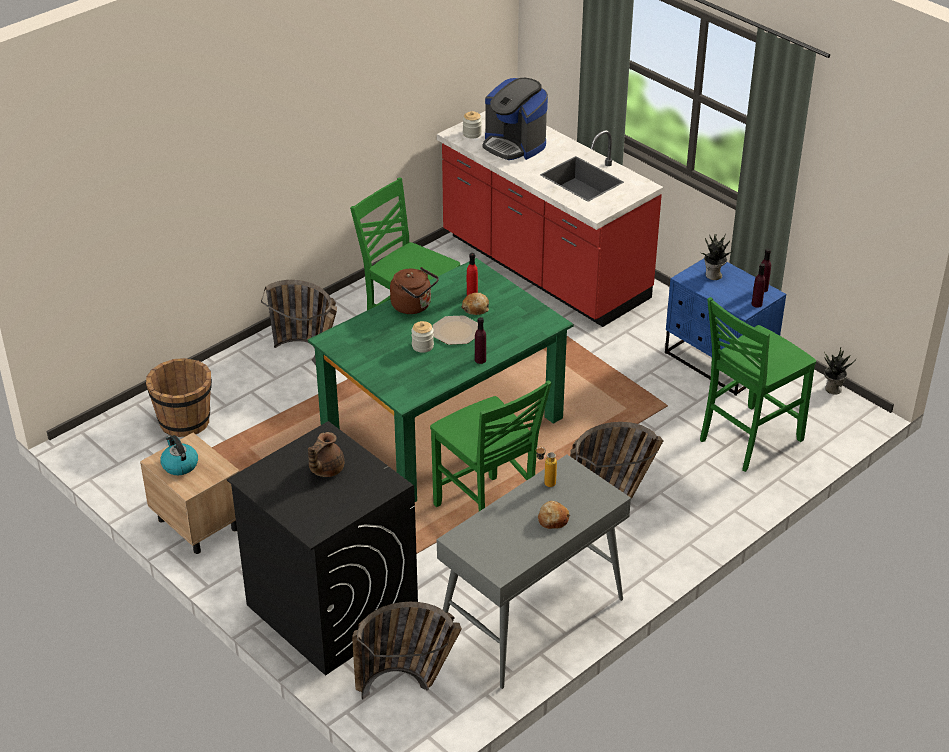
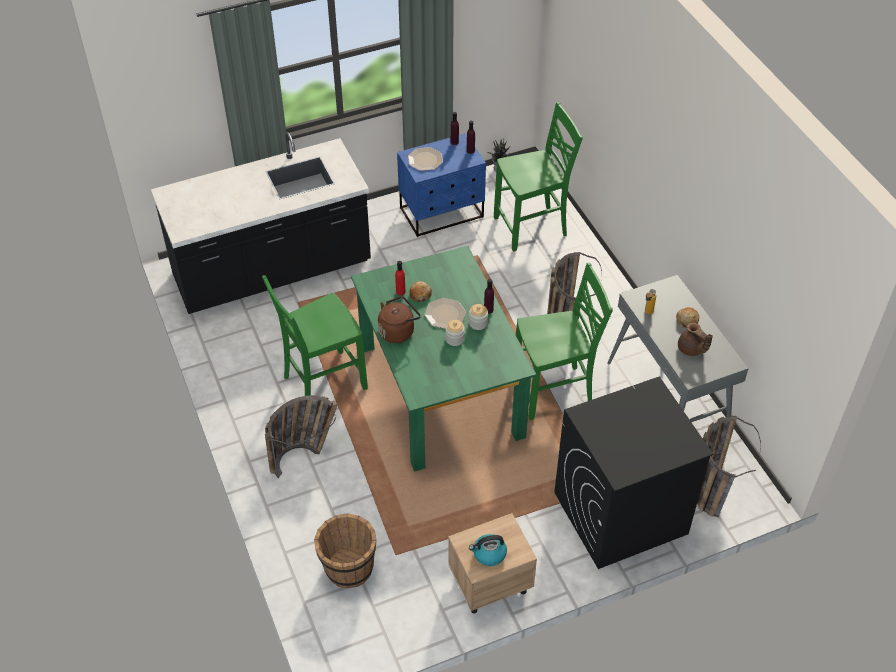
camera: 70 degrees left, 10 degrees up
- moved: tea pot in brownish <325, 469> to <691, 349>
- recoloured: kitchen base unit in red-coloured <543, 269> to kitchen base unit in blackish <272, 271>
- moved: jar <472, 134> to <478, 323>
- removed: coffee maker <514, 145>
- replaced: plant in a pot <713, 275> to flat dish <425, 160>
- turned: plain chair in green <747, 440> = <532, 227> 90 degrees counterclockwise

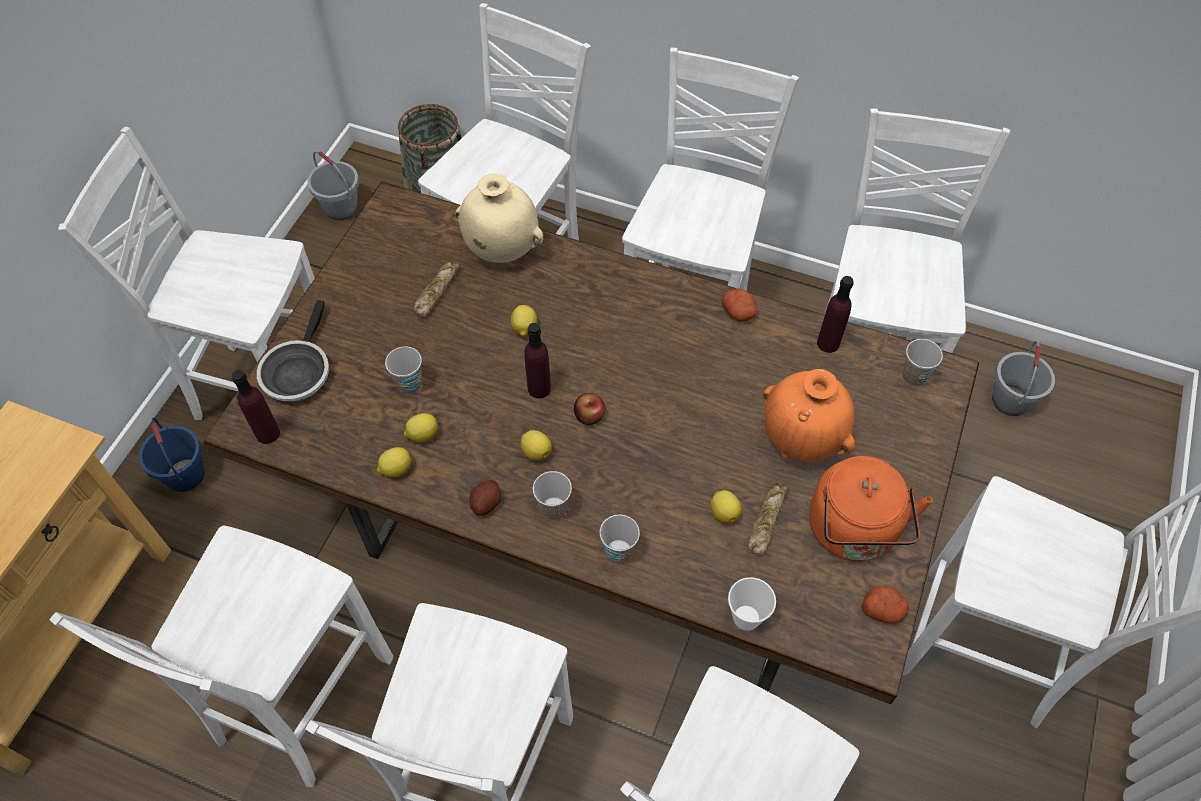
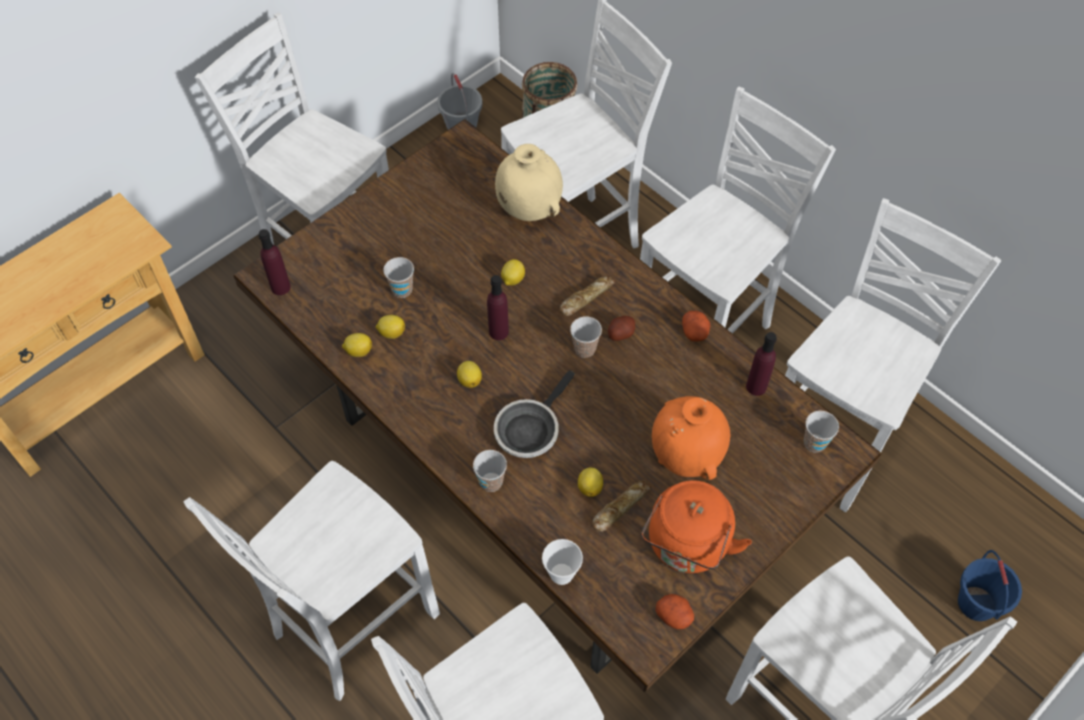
camera: 25 degrees right, 0 degrees up
- removed: plain chair in whitish <299, 701>
- moved: bucket in bluish <185, 475> to <977, 603>
- moved: pan <298, 372> to <529, 429>
- moved: bakery bread <436, 291> to <586, 297>
- moved: whole potato <486, 503> to <620, 333>
- moved: cup <553, 508> to <584, 349>
- removed: apple fruit <589, 415>
- removed: bucket in gray <1010, 401>

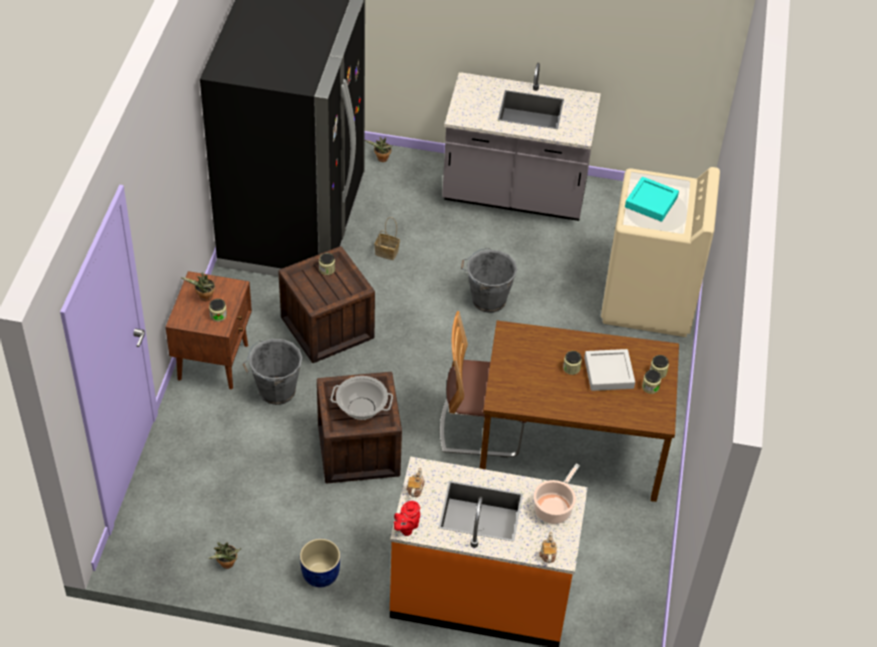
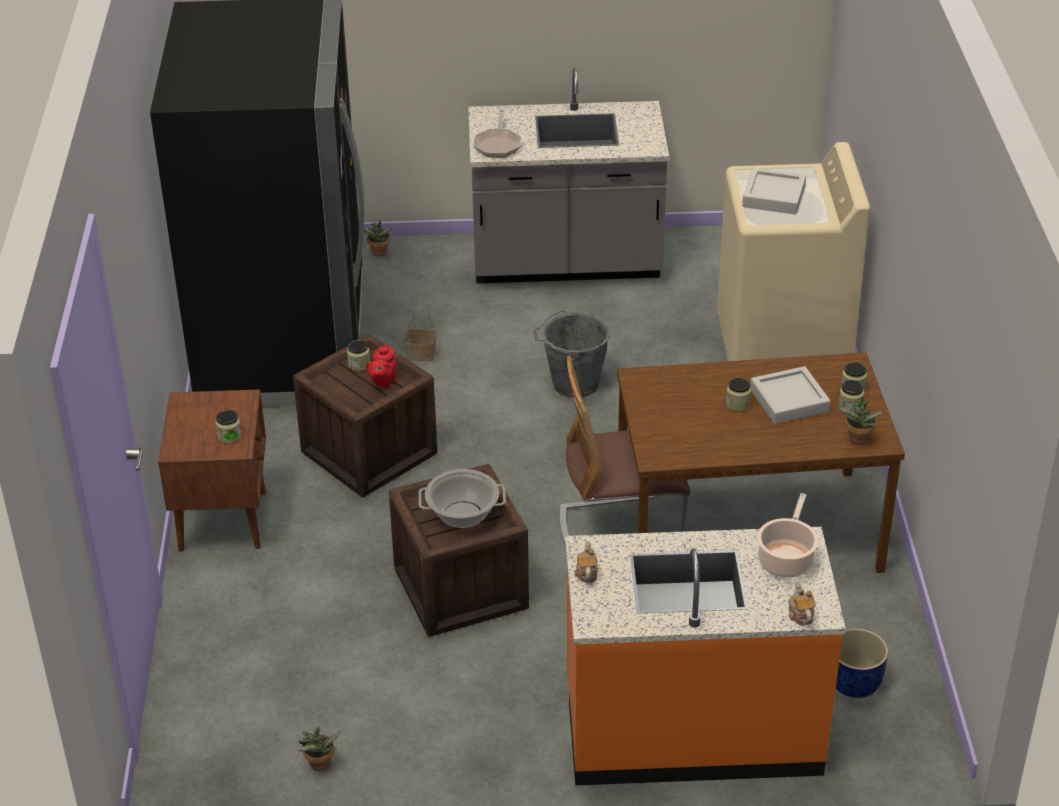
camera: 10 degrees left, 10 degrees down
- moved: plant in a pot <204, 298> to <857, 441>
- removed: bucket in gray <275, 391>
- moved: flower pot in bluish <320, 574> to <854, 683>
- moved: tea pot in red-coloured <406, 528> to <382, 382>
- recoloured: serving tray in turquoise-coloured <651, 202> to serving tray in gray <773, 196>
- added: pan <498, 144>

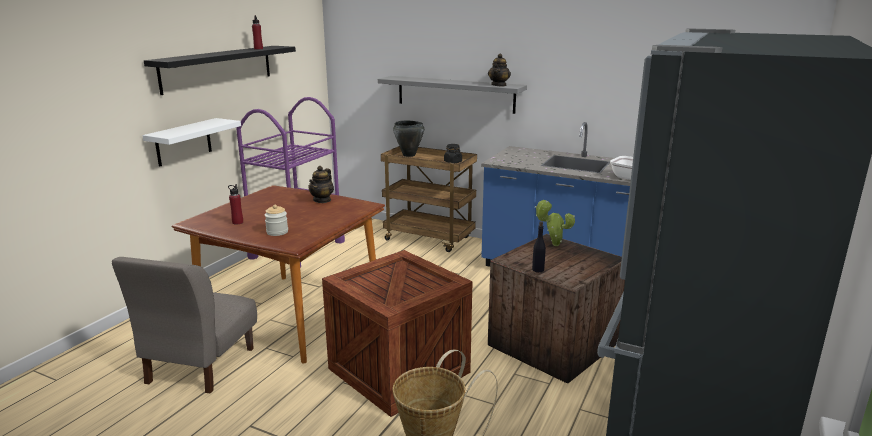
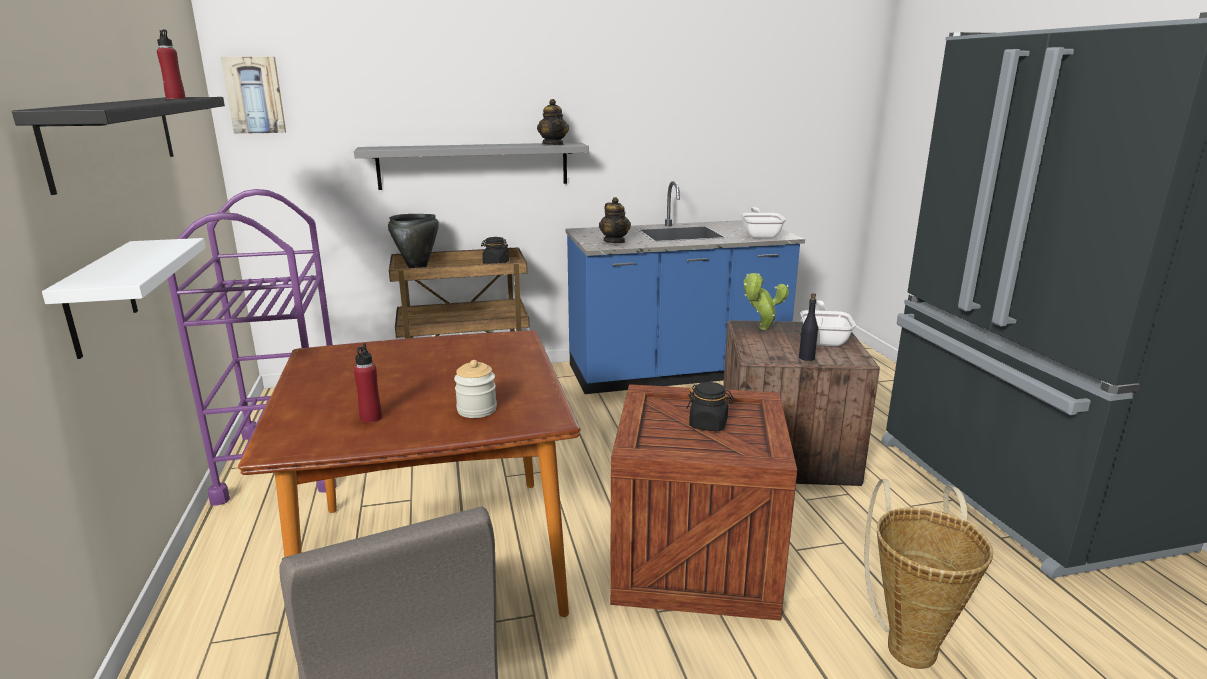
camera: 40 degrees left, 0 degrees up
- moved: tea pot <322, 200> to <615, 241>
- added: picture <255, 95>
- added: jar in blackish <708, 424>
- added: pan <824, 339>

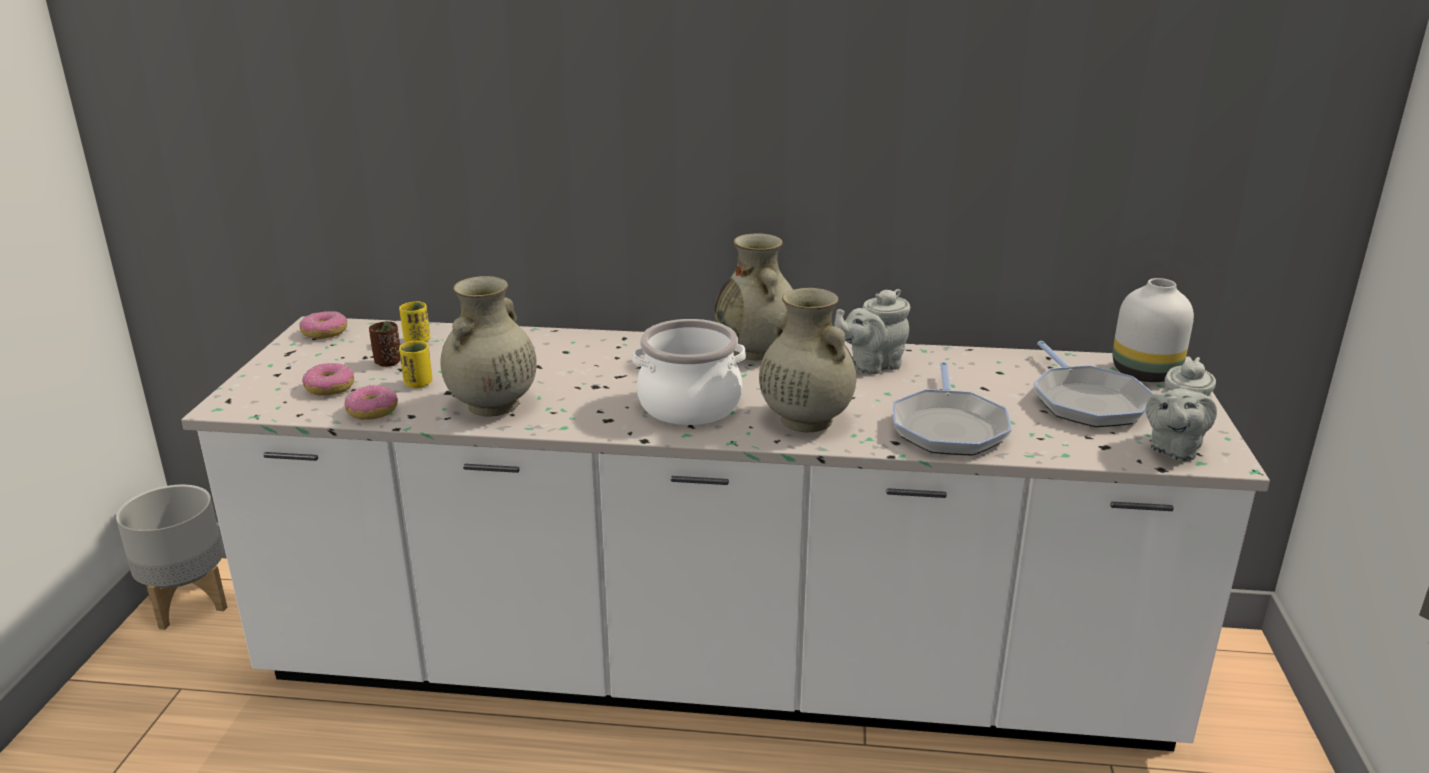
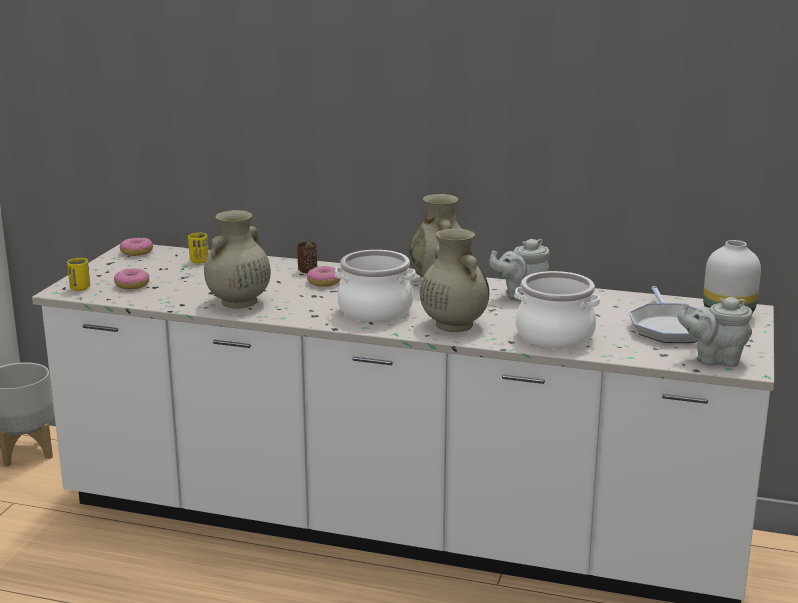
camera: 10 degrees right, 5 degrees down
- moved: ring doughnut <373, 411> to <324, 282>
- moved: cup in brownish <388, 362> to <307, 270>
- moved: cup in yellowish <418, 383> to <80, 288>
- replaced: pan <948, 427> to saucepot <555, 336>
- turned: tea pot in gray <1173, 449> = <714, 359> 60 degrees clockwise

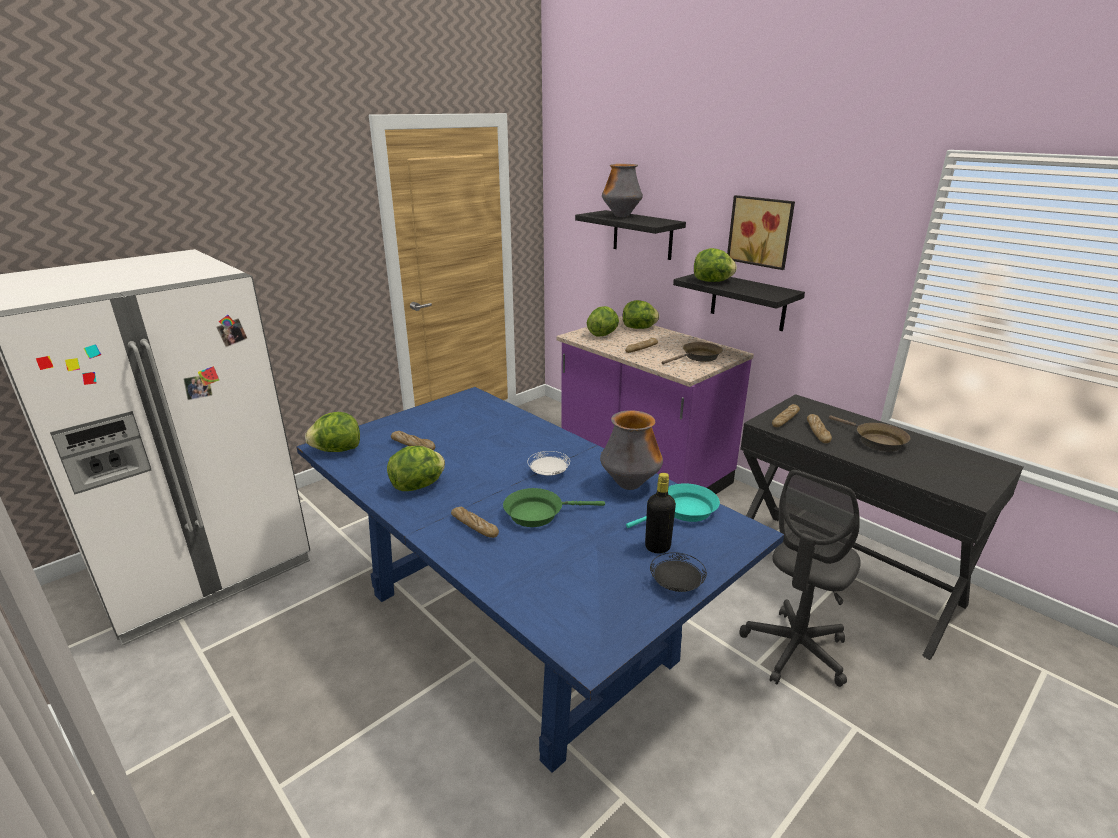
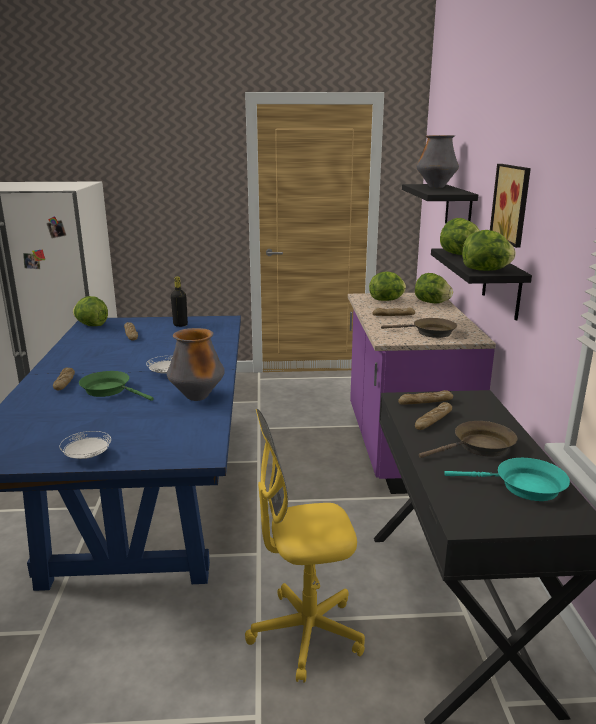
camera: 40 degrees right, 5 degrees down
- moved: lettuce <418, 486> to <486, 270>
- moved: pan in turquoise-coloured <684, 511> to <523, 486>
- moved: beverage bottle in blackish <657, 547> to <180, 325>
- recoloured: flat dish in blackish <676, 584> to flat dish in whitish <87, 456>
- recoloured: office chair in gray <795, 650> to office chair in yellowish <306, 634>
- turned: pan in brownish <876, 440> = <479, 447> 120 degrees counterclockwise

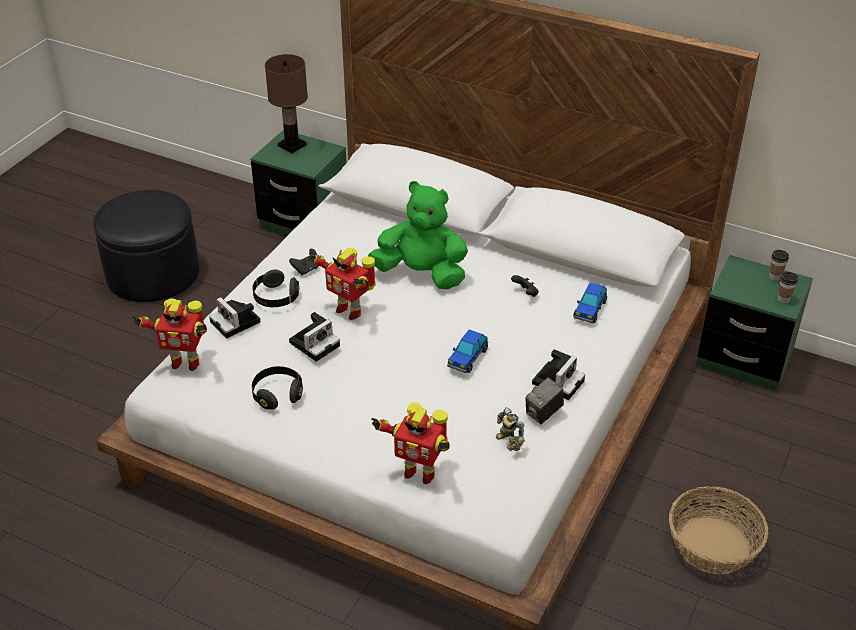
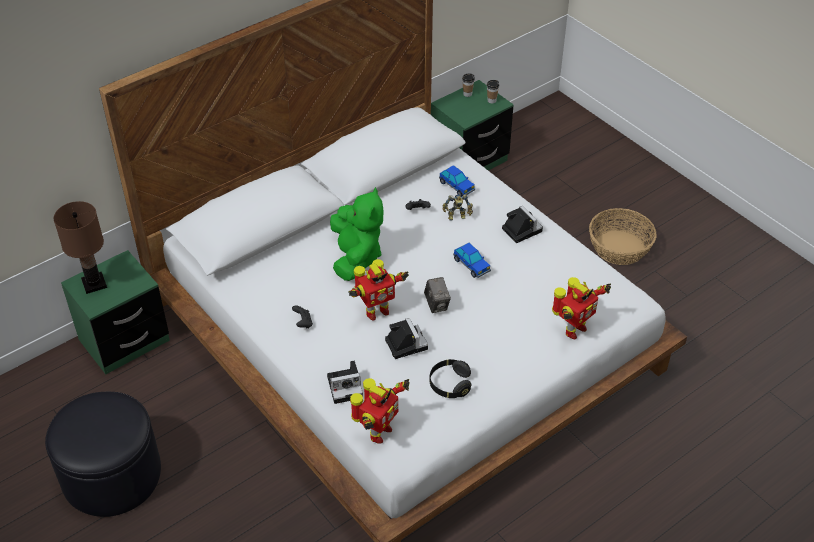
camera: 65 degrees left, 5 degrees up
- removed: headphones in blackish <275, 298>
- turned: plush toy in green <421, 274> = <356, 257> 135 degrees clockwise
- moved: toy robot <507, 442> to <457, 217>
- moved: photo camera <543, 413> to <437, 304>

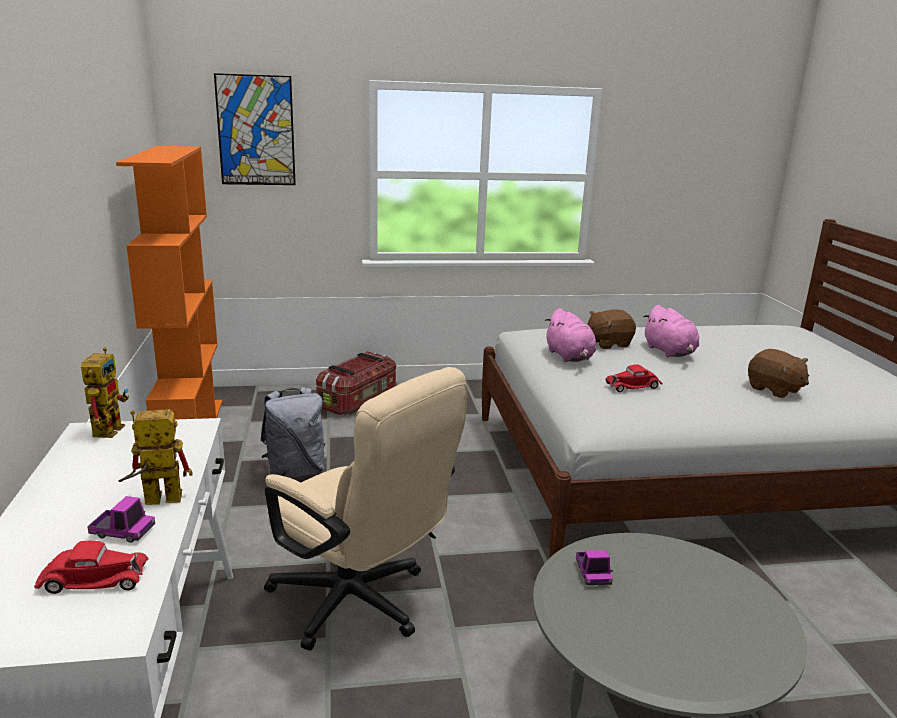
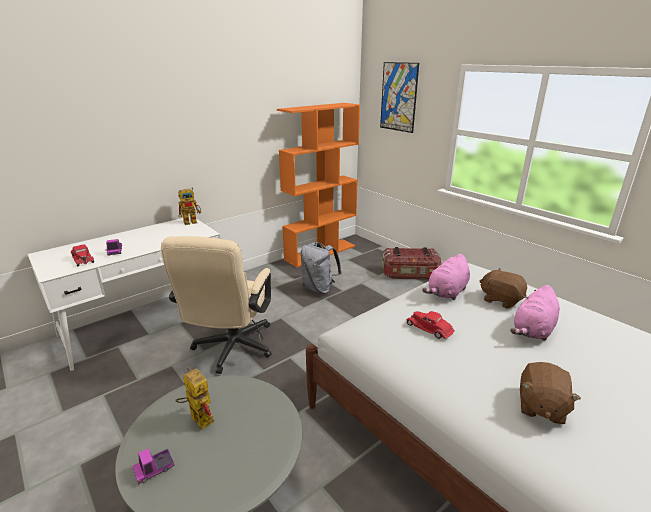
camera: 60 degrees right, 5 degrees up
- moved: toy robot <154, 501> to <197, 418>
- moved: toy lorry <592, 573> to <154, 469>

